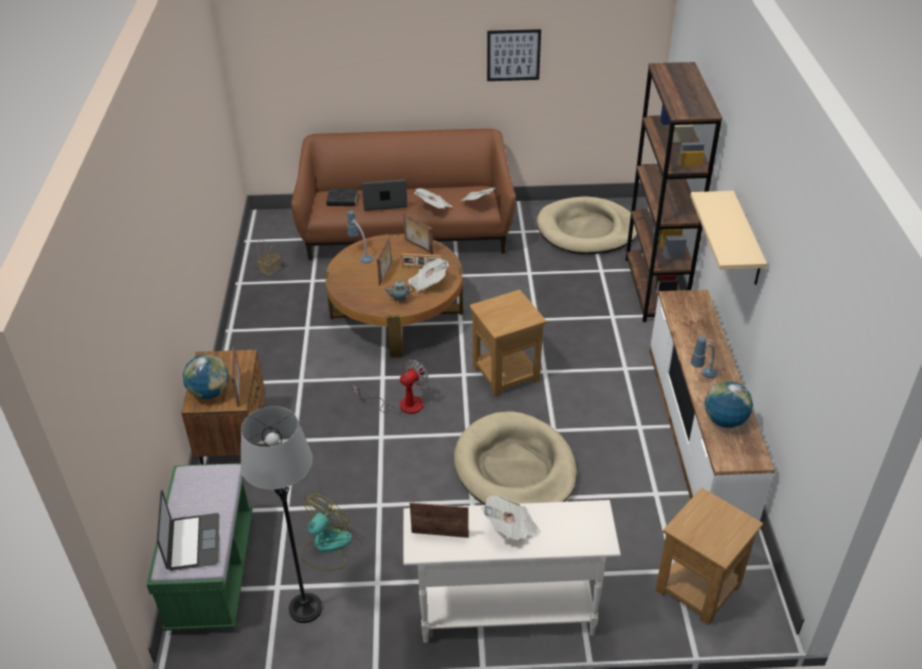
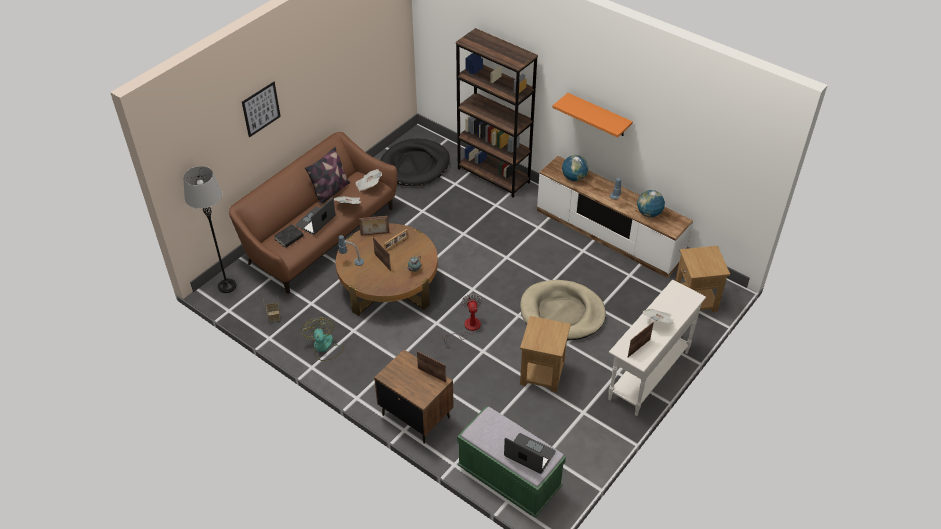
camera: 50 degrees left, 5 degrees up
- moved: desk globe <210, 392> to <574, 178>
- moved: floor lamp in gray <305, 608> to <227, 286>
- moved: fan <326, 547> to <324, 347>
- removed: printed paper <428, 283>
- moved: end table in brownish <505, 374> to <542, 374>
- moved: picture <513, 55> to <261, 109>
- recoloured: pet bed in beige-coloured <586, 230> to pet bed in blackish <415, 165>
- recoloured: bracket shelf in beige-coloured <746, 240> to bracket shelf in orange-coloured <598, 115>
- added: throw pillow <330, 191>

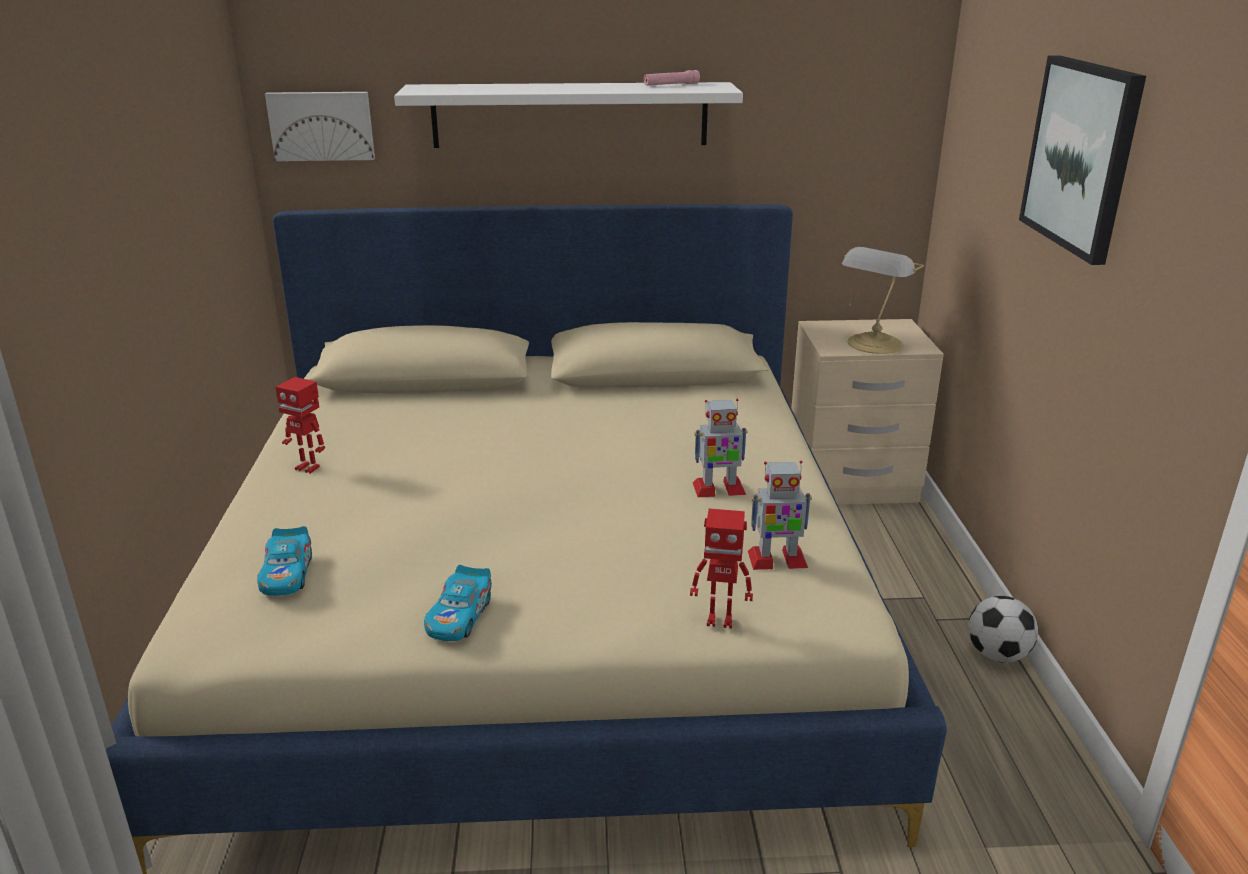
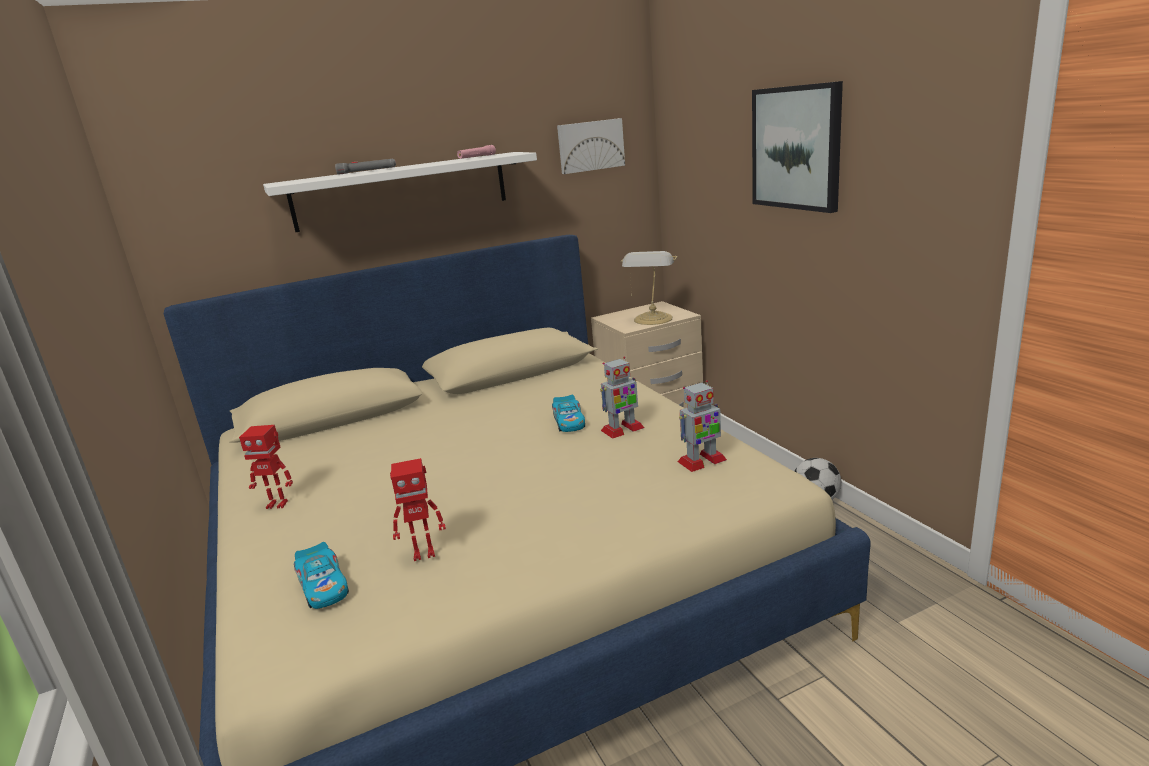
camera: 20 degrees left, 5 degrees down
- moved: picture <322, 125> to <590, 146>
- moved: model car <459, 616> to <569, 422>
- moved: toy robot <720, 620> to <424, 553>
- added: hand torch in gray <367, 171>

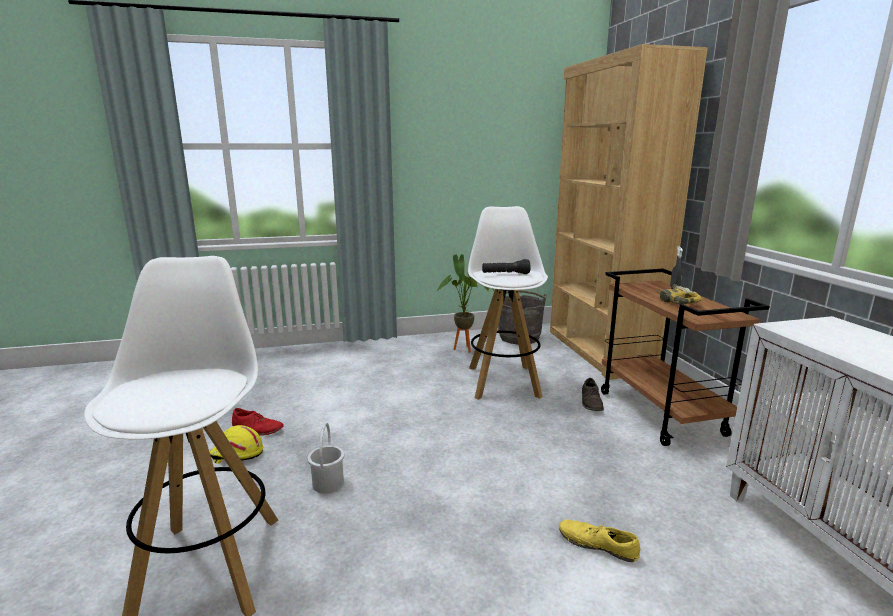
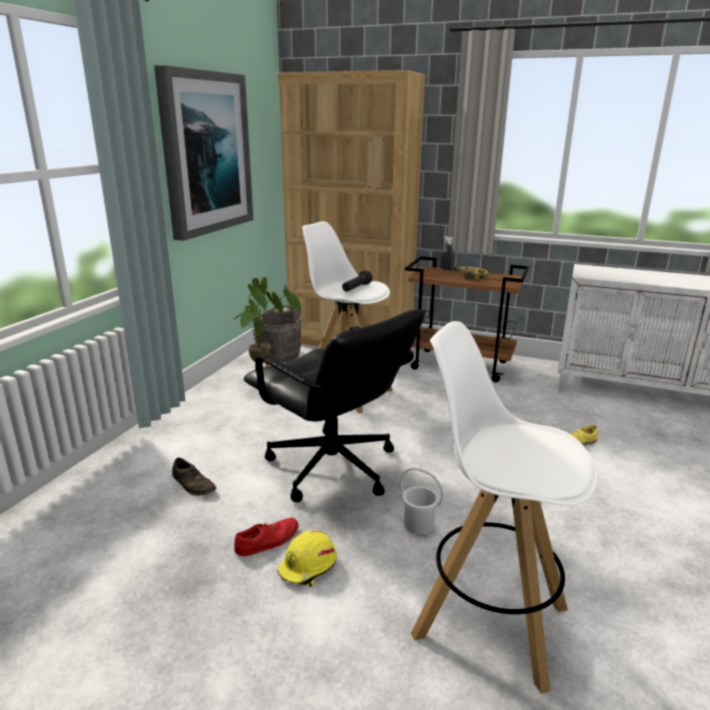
camera: 55 degrees left, 5 degrees up
- moved: item of footwear in brownish <591, 402> to <193, 484>
- added: picture <206, 153>
- added: office chair in blackish <332, 468>

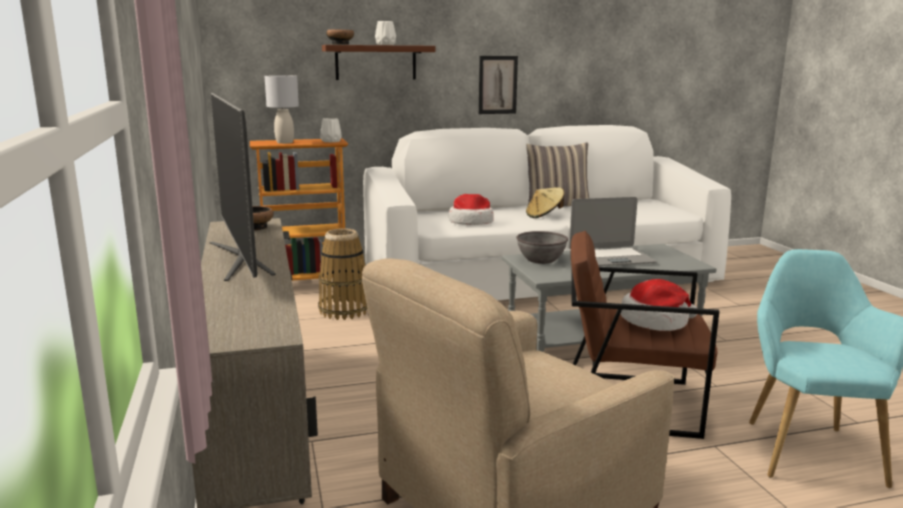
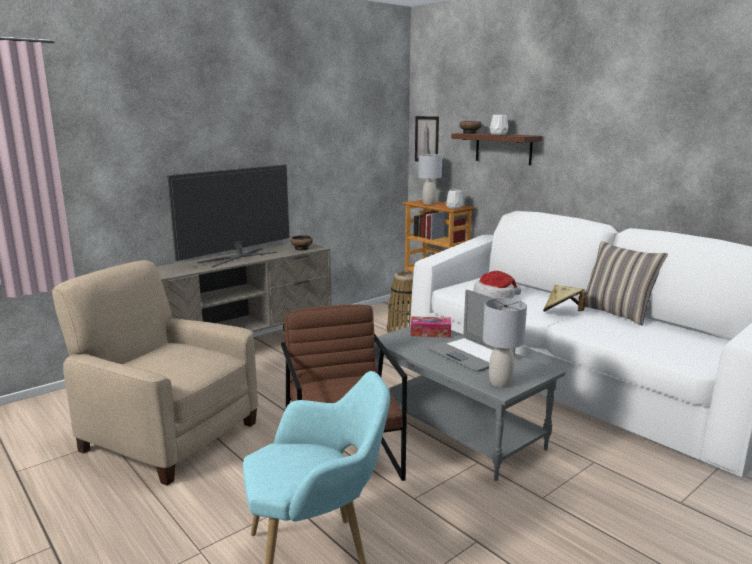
camera: 65 degrees right, 0 degrees up
- moved: picture <497, 85> to <427, 139>
- replaced: serving bowl in gray <541, 259> to tissue holder <430, 333>
- removed: clothing hat <655, 321>
- added: lamp for a table in gray <501, 383>

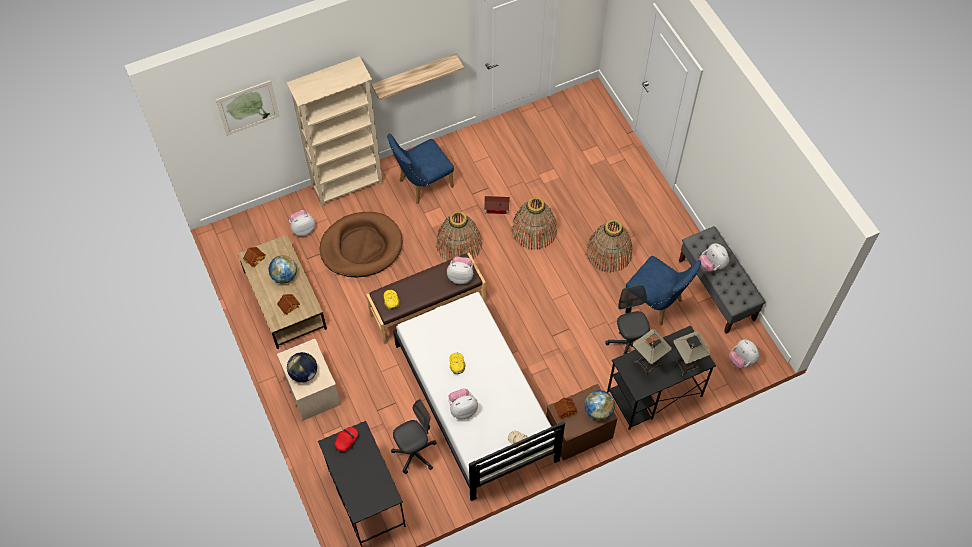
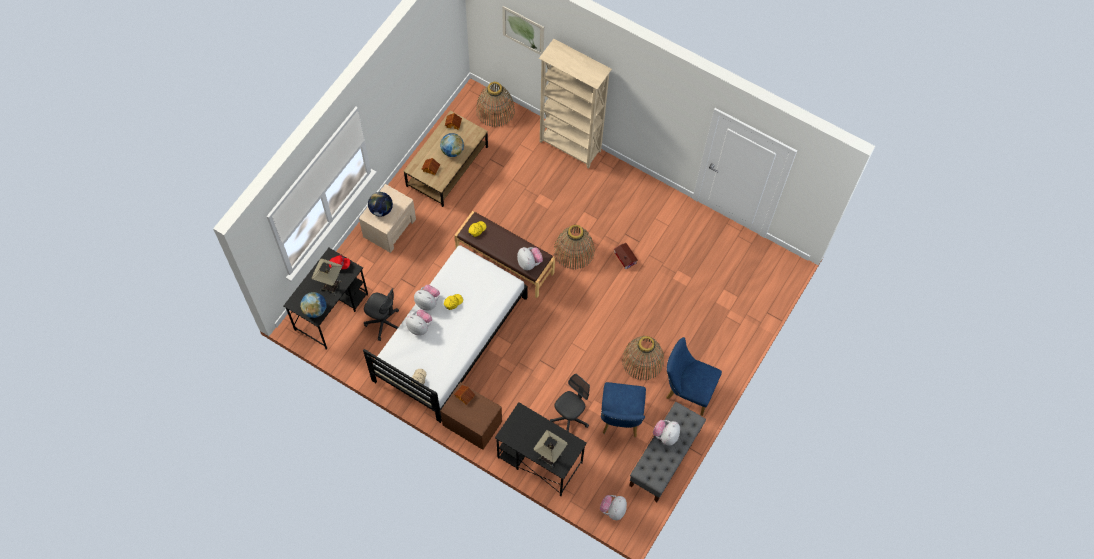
camera: 55 degrees right, 5 degrees up
- moved: plush toy <303, 229> to <428, 302>
- removed: pet bed in brownish <361, 247>
- removed: bracket shelf <414, 75>
- moved: plain chair in bluish <422, 184> to <687, 390>
- moved: household basket <534, 230> to <495, 110>
- moved: desk globe <598, 411> to <315, 310>
- moved: lamp for a table <647, 363> to <331, 286>

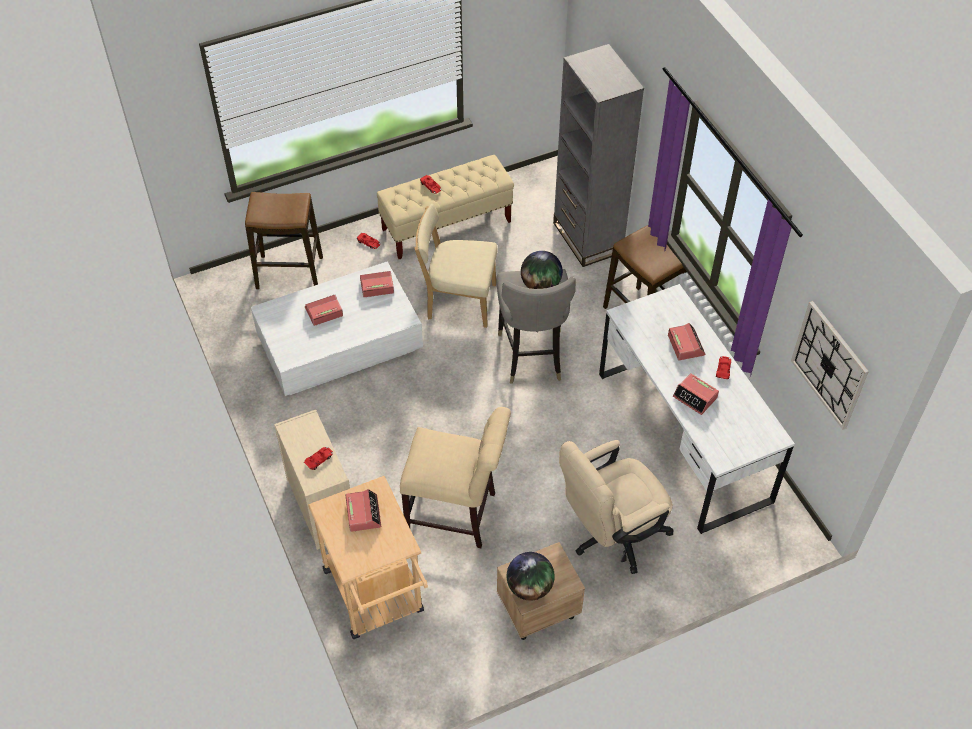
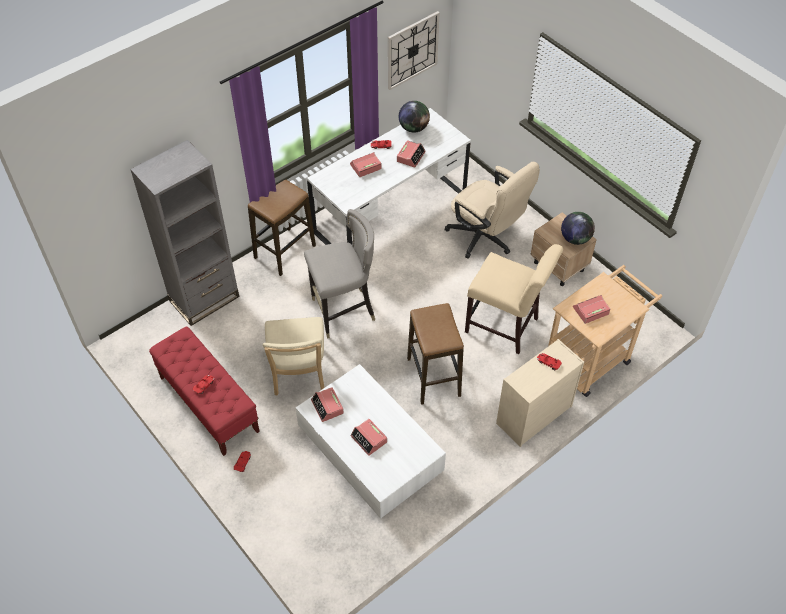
camera: 105 degrees left, 0 degrees up
- moved: stool seat <289, 273> to <433, 377>
- recoloured: indoor bench in beige-coloured <447, 226> to indoor bench in red-coloured <209, 404>
- turned: plain chair in beige-coloured <456, 515> = <505, 327> 120 degrees clockwise
- moved: desk globe <541, 285> to <413, 128>

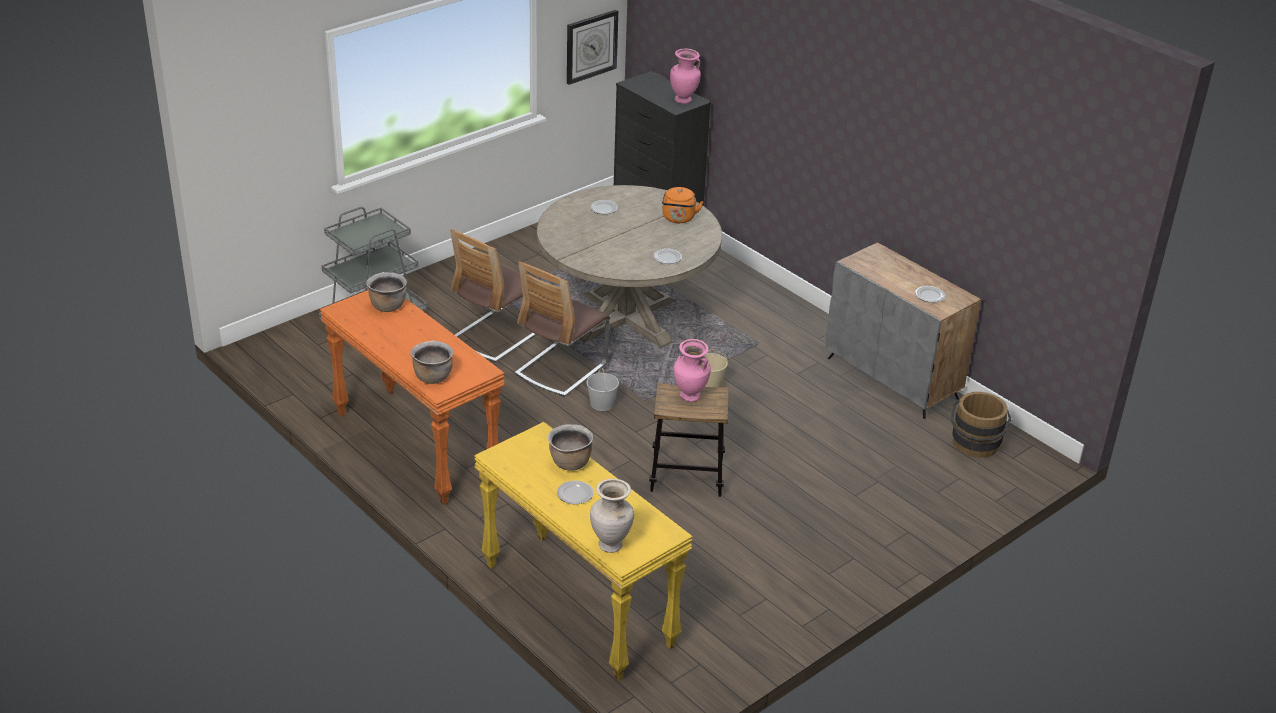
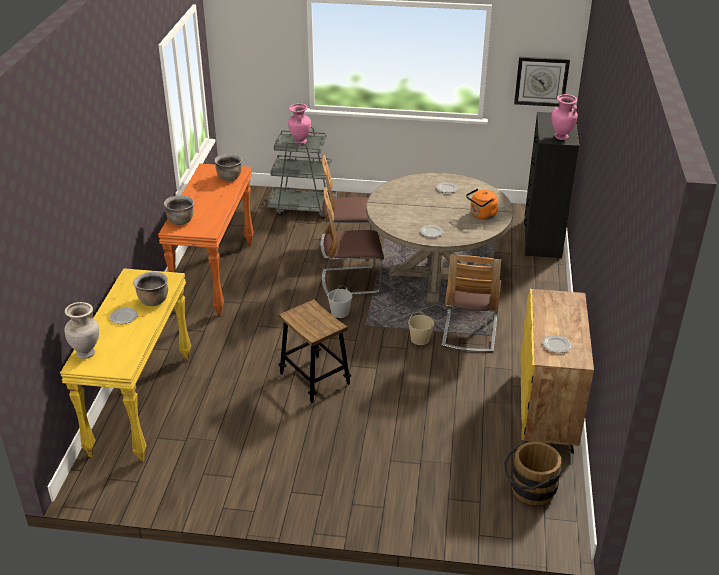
camera: 50 degrees right, 0 degrees up
- moved: decorative vase in pinkish <689, 397> to <300, 142>
- recoloured: storage cabinet in gray <893, 378> to storage cabinet in yellowish <547, 410>
- added: plain chair <469, 332>

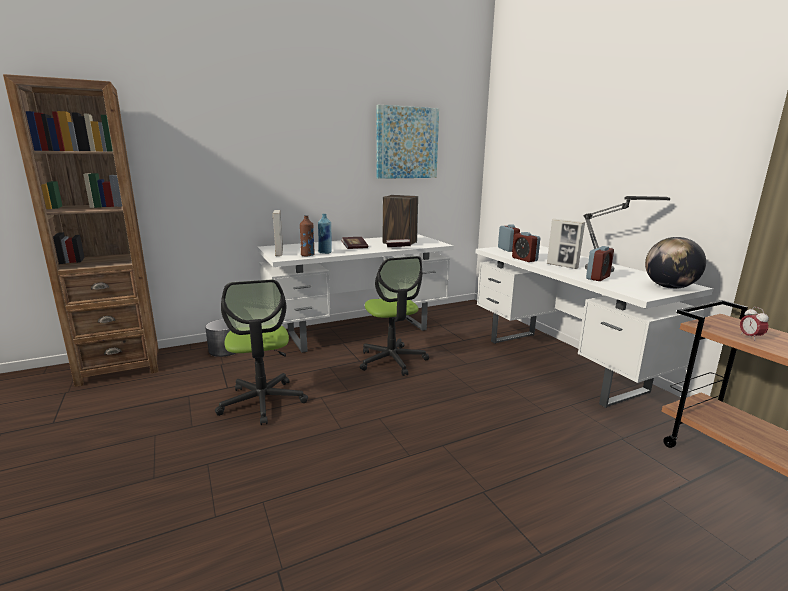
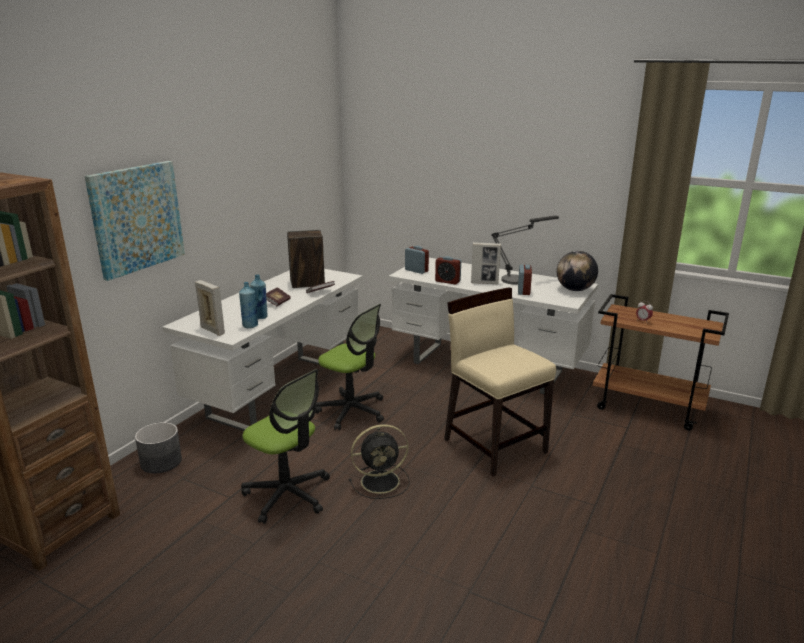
camera: 35 degrees left, 5 degrees up
- recoloured: beverage bottle in brownish <307, 255> to beverage bottle in bluish <250, 326>
- moved: picture <407, 143> to <136, 218>
- added: fan in blackish <382, 481>
- added: plain chair in beige-coloured <495, 445>

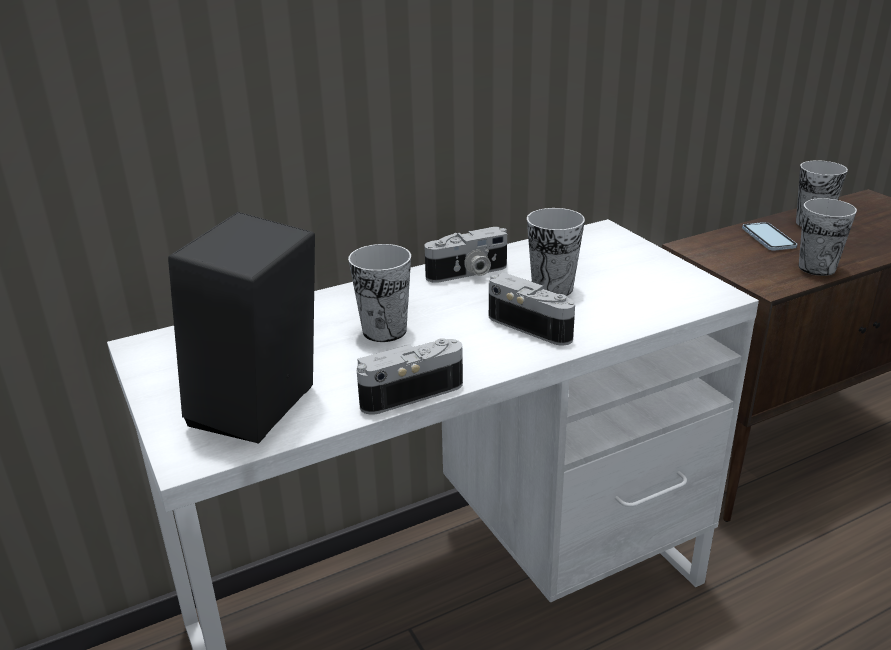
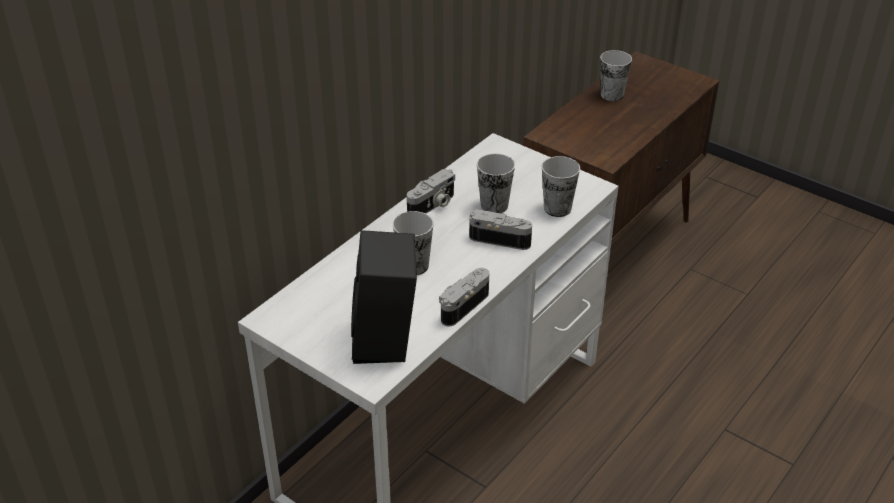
camera: 25 degrees left, 10 degrees up
- removed: telephone <768, 238>
- moved: cup <817, 268> to <557, 208>

